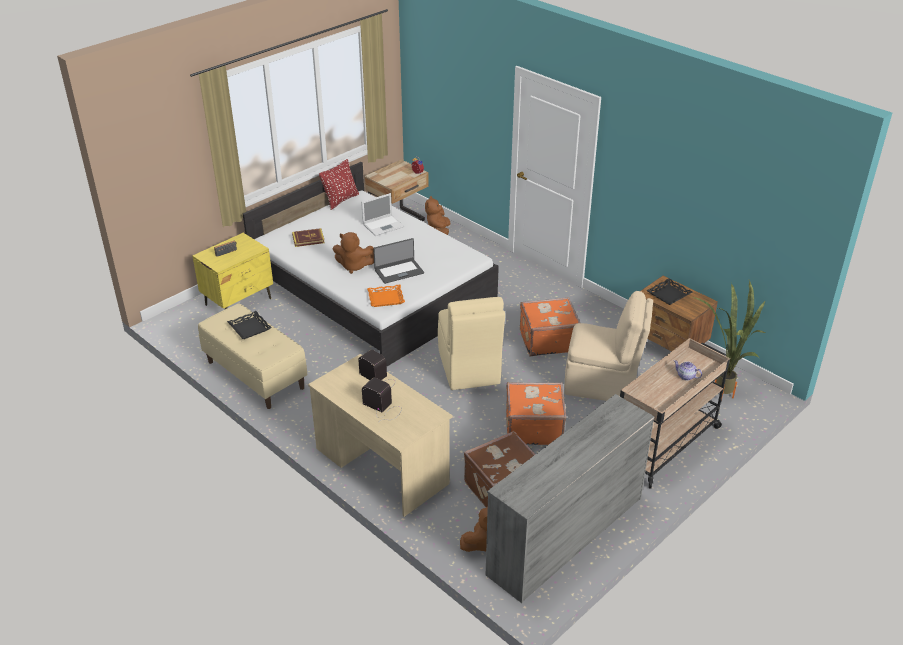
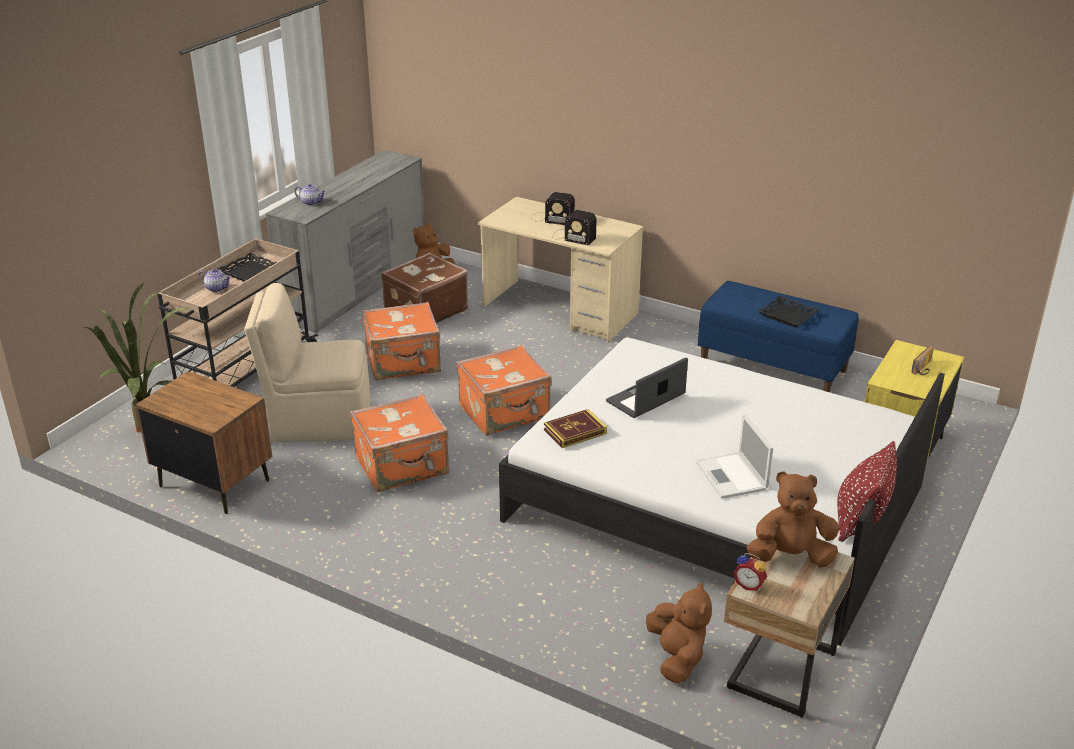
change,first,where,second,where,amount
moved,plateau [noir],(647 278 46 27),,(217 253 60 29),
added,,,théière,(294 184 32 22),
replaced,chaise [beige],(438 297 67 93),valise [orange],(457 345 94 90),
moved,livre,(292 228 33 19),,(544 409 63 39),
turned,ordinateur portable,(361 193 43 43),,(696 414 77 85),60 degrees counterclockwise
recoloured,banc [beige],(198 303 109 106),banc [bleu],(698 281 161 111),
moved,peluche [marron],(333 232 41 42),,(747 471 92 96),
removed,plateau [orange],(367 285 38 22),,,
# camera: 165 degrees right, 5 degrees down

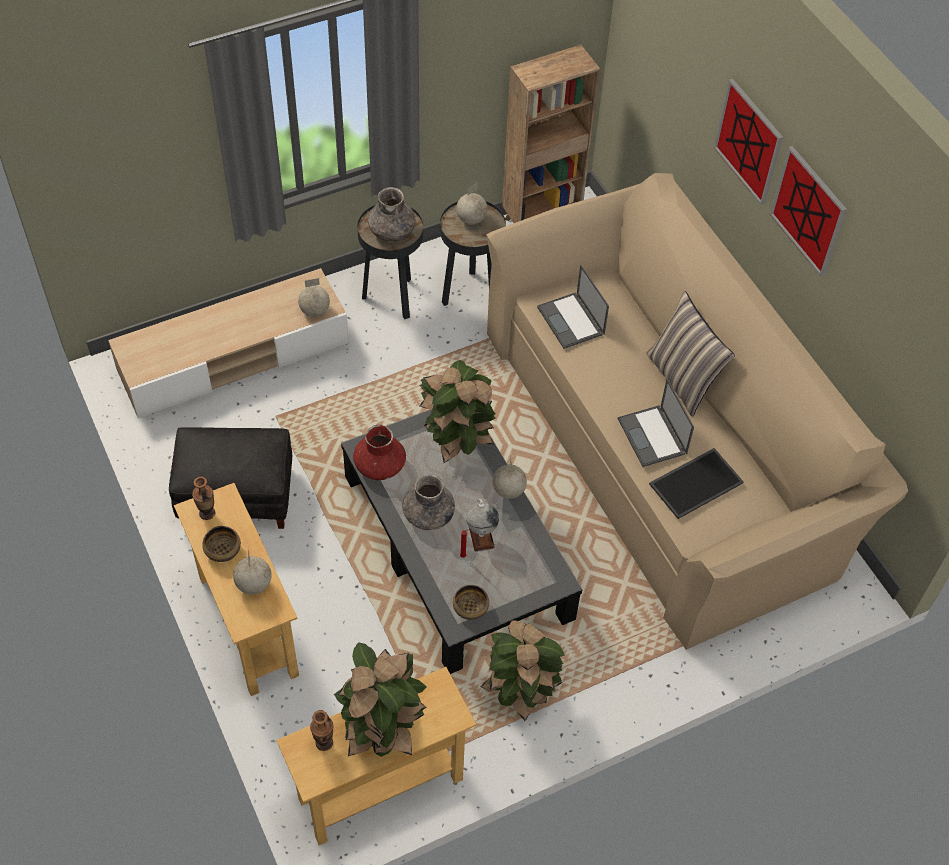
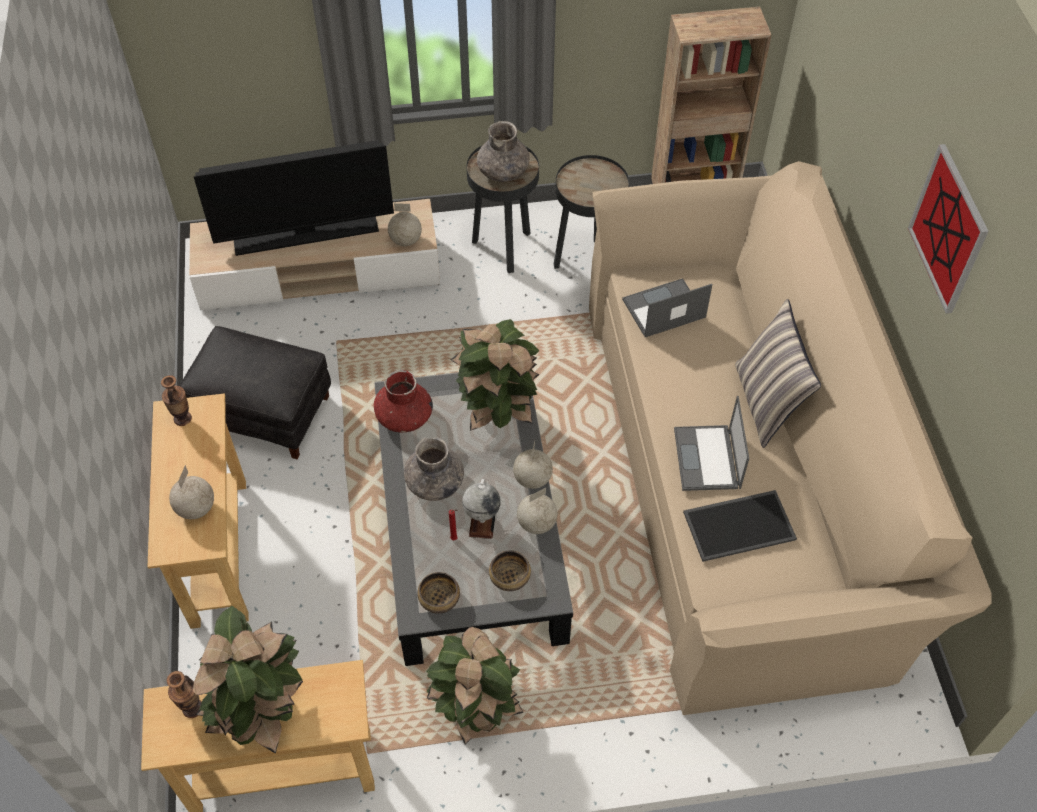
change,first,where,second,where,amount
added,,,téléviseur,(194 140 200 116),
moved,bol,(202 526 39 36),,(489 550 42 41),
moved,globe,(456 181 31 44),,(517 488 40 46),
turned,ordinateur portable,(537 265 72 84),,(622 278 90 59),75 degrees clockwise
removed,tableau,(714 79 69 126),,,
# camera: 20 degrees right, 0 degrees up

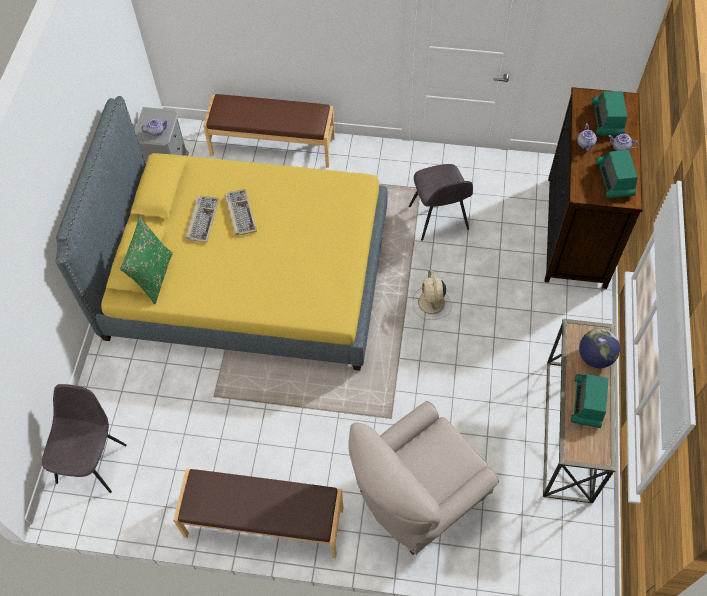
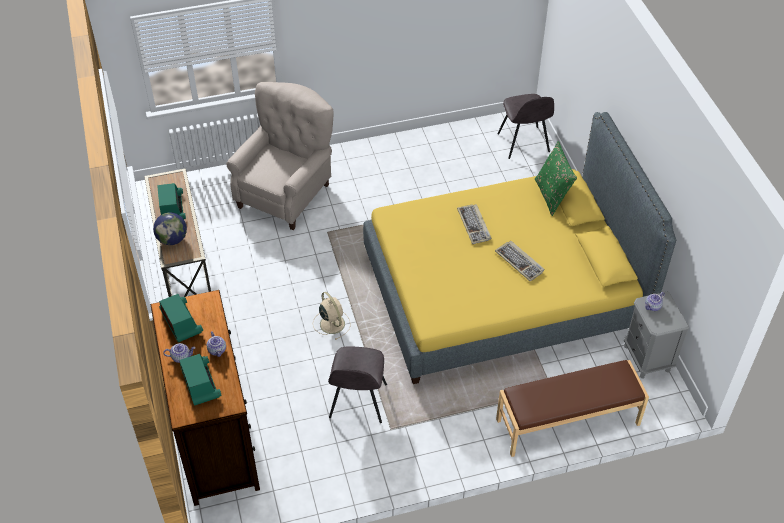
change,first,where,second,where,amount
turned,chaise [gris],(409 164 64 77),,(328 346 59 77),135 degrees counterclockwise
moved,clavier,(186 196 33 47),,(457 204 34 40),
removed,banc [marron],(173 469 170 89),,,
# camera: 155 degrees right, 10 degrees down

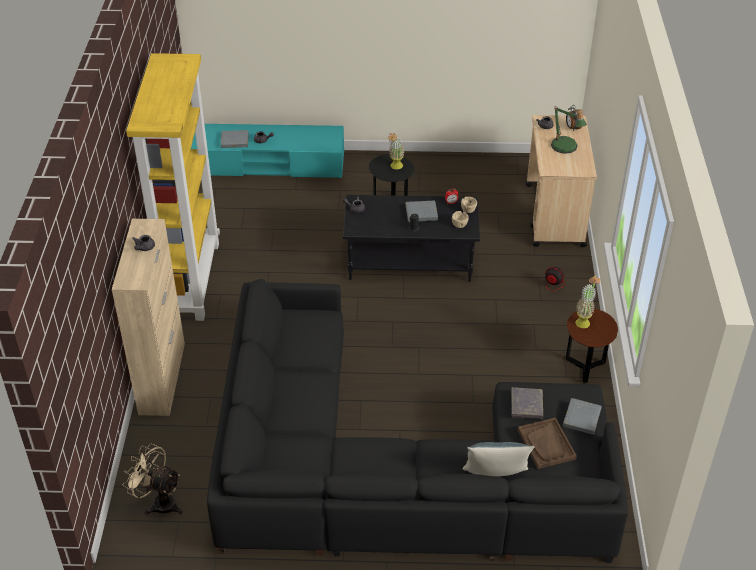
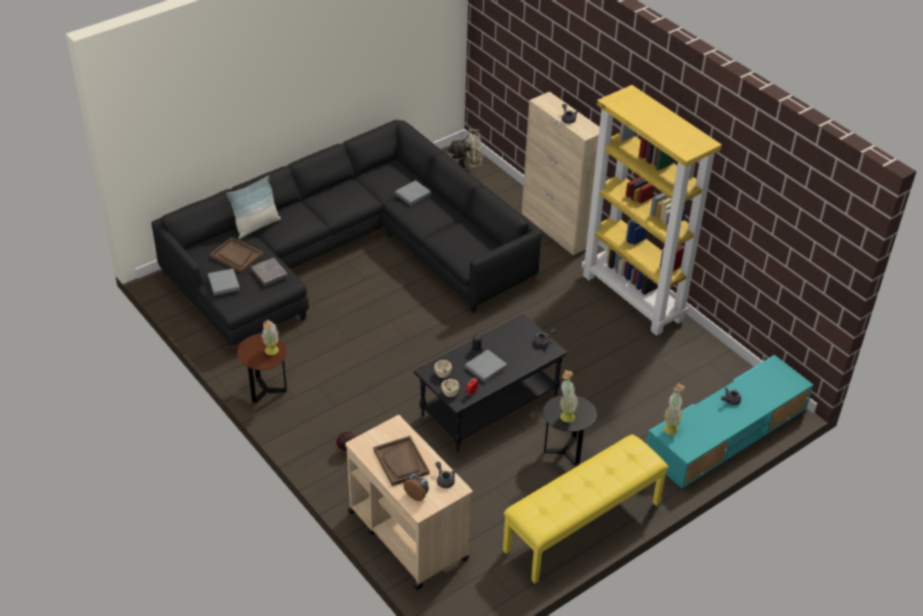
change,first,where,second,where,amount
replaced,lampe de table,(551 106 36 48),plateau [marron],(373 436 57 50),
moved,livre [gris],(221 130 28 18),,(395 180 36 25),
added,,,banc [jaune],(503 435 165 148),
added,,,plante en pot,(664 383 21 52),
# camera: 140 degrees right, 0 degrees up

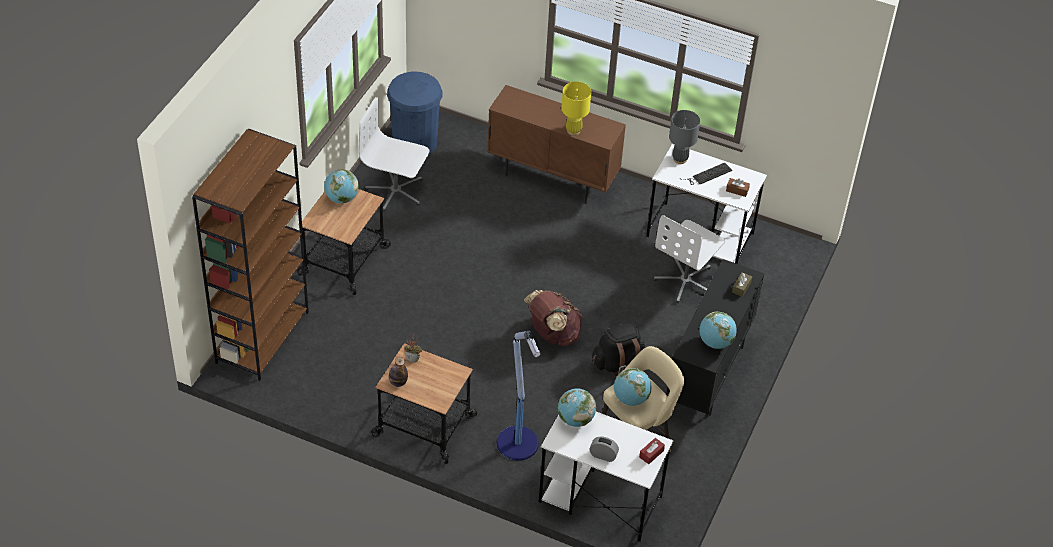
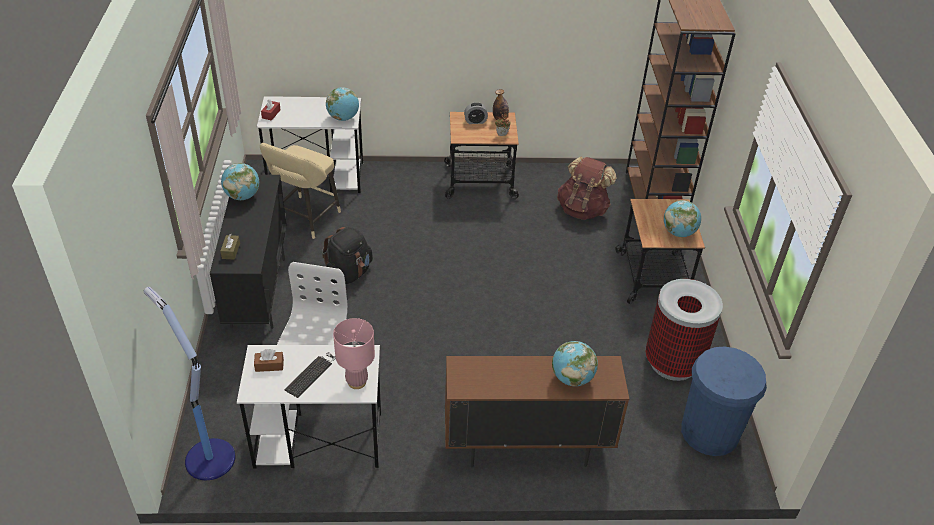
change,first,where,second,where,amount
moved,lampadaire,(496 331 44 130),,(144 287 92 193),
recoloured,lampe de table [gris],(669 110 31 54),lampe de table [rose],(333 318 42 71),
moved,réveil,(590 437 29 25),,(464 102 24 22),
moved,globe,(614 368 37 38),,(552 341 46 45),
moved,sac à dos [marron],(524 290 59 56),,(557 157 60 63),
replaced,chaise de bureau [blanc],(359 97 70 115),poubelle,(646 279 77 102),
removed,lampe de table [jaune],(561 82 30 54),,,
# camera: 155 degrees right, 5 degrees down

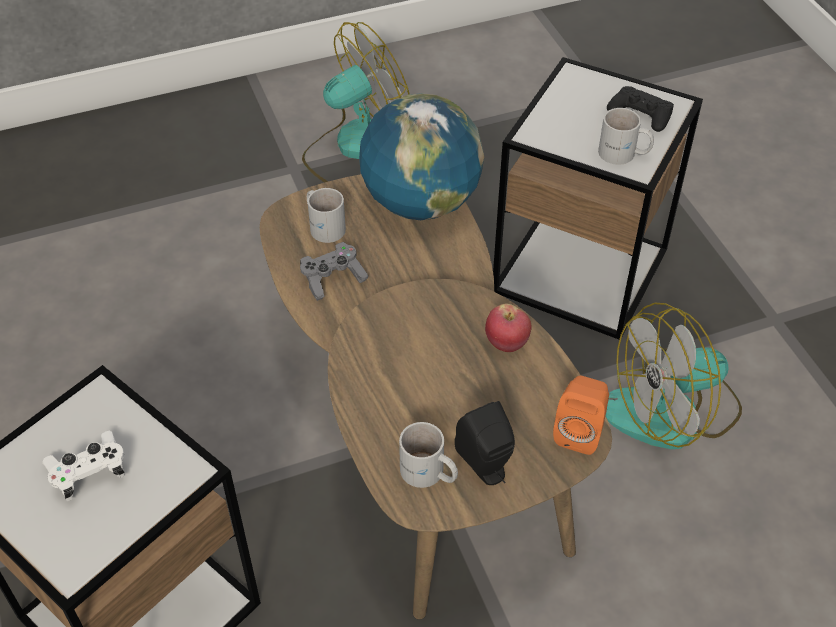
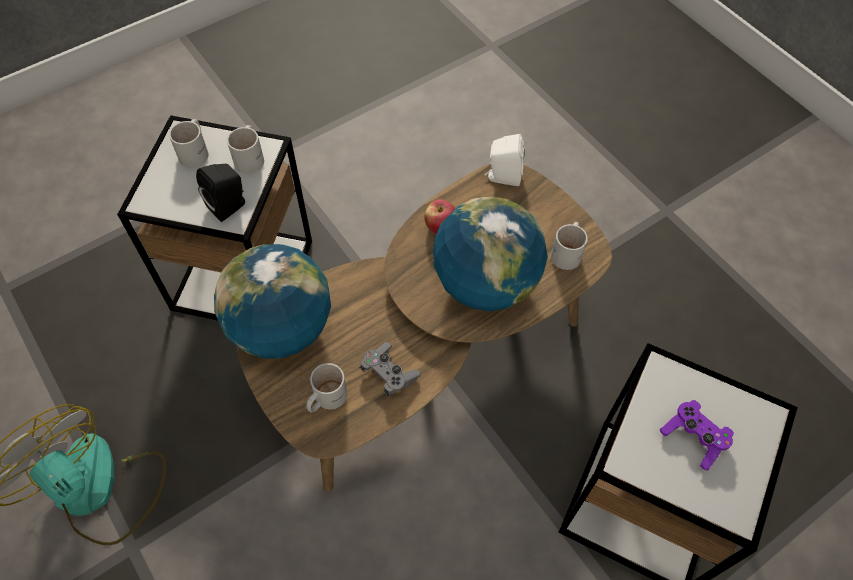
change,first,where,second,where,amount
replaced,manette [noir],(607 86 67 46),mug [blanc],(169 119 40 49),
moved,enceinte [noir],(454 401 61 84),,(196 164 49 58),
added,,,globe,(433 197 115 114),
recoloured,enceinte [orange],(553 376 56 79),enceinte [blanc],(485 134 40 52),
recoloured,manette [blanc],(42 431 83 70),manette [violet],(660 400 74 71),
removed,ventilateur,(606 303 136 146),,,
# camera: 105 degrees left, 10 degrees up

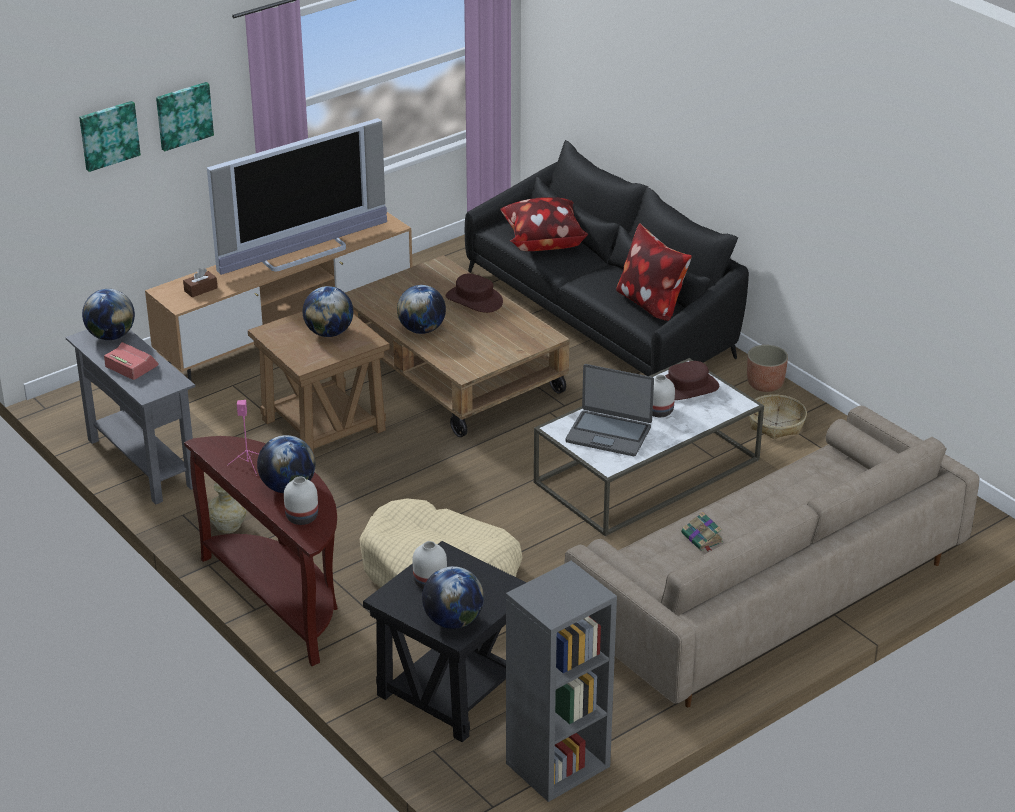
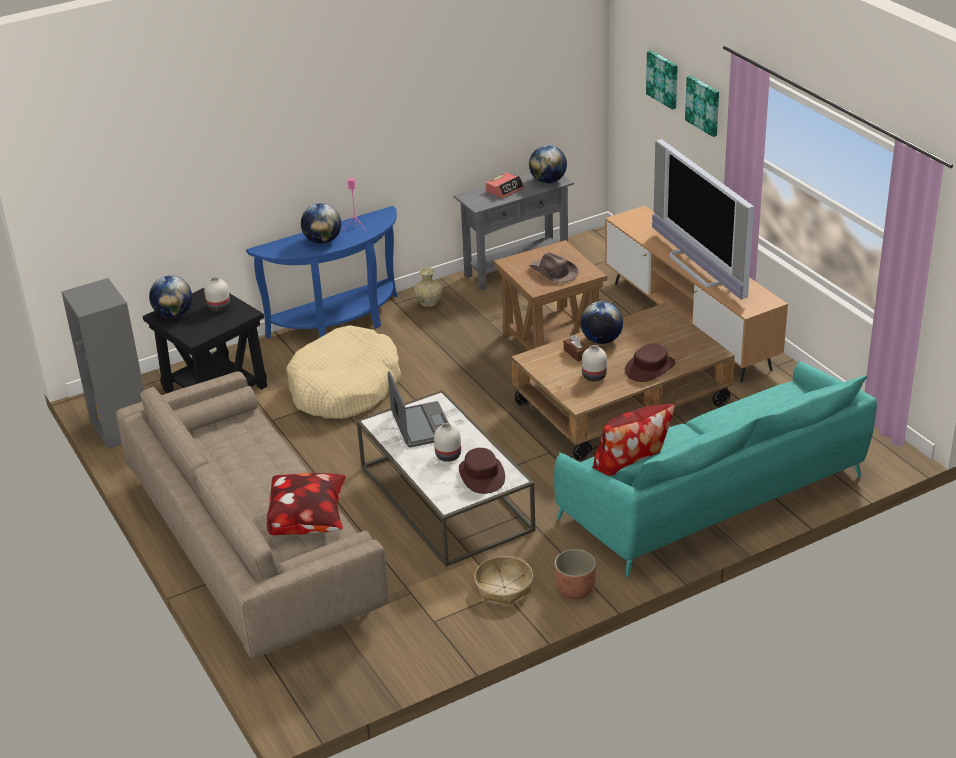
change,first,where,second,where,amount
recoloured,table console [marron],(184 436 154 230),table console [bleu],(246 206 151 133),
moved,coussin,(500 197 88 54),,(267 473 79 62),
turned,ordinateur portable,(565 364 89 92),,(388 371 61 77),135 degrees clockwise
replaced,globe,(303 286 50 51),chapeau [marron],(529 252 49 31),
recoloured,canapé [noir],(465 140 284 236),canapé [turquoise],(554 360 323 217),
moved,boîte à mouchoirs [marron],(183 268 35 29),,(564 335 25 27),
moved,vase [blanc],(284 476 34 49),,(582 345 25 37),
removed,livre,(681 511 42 41),,,
# camera: 100 degrees right, 0 degrees up

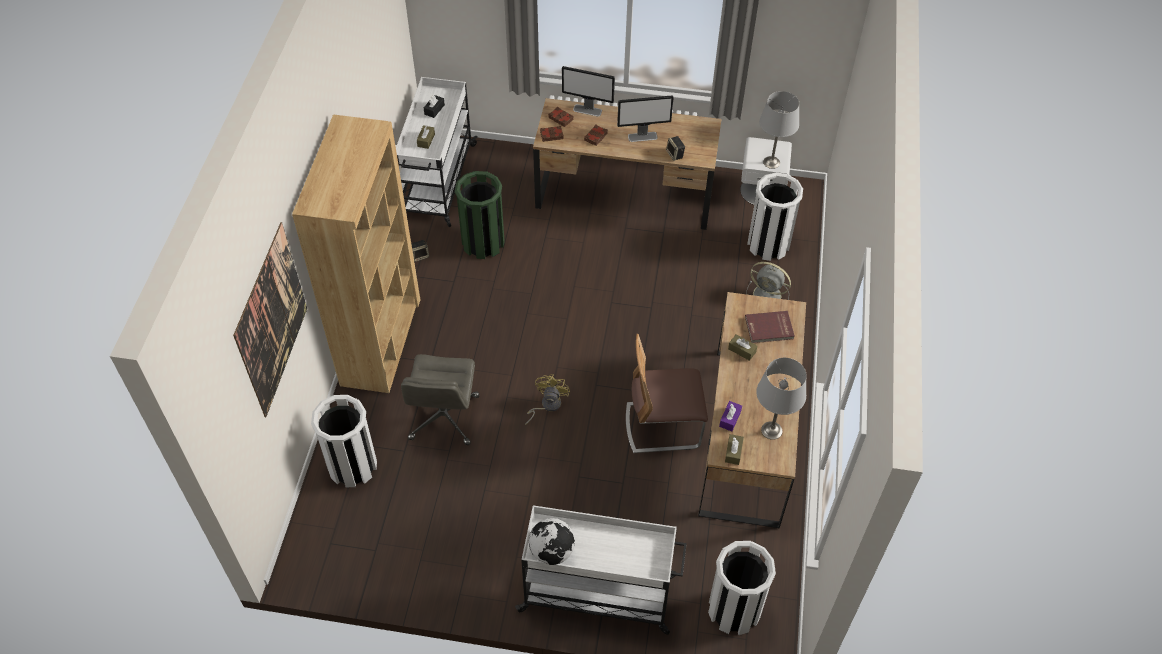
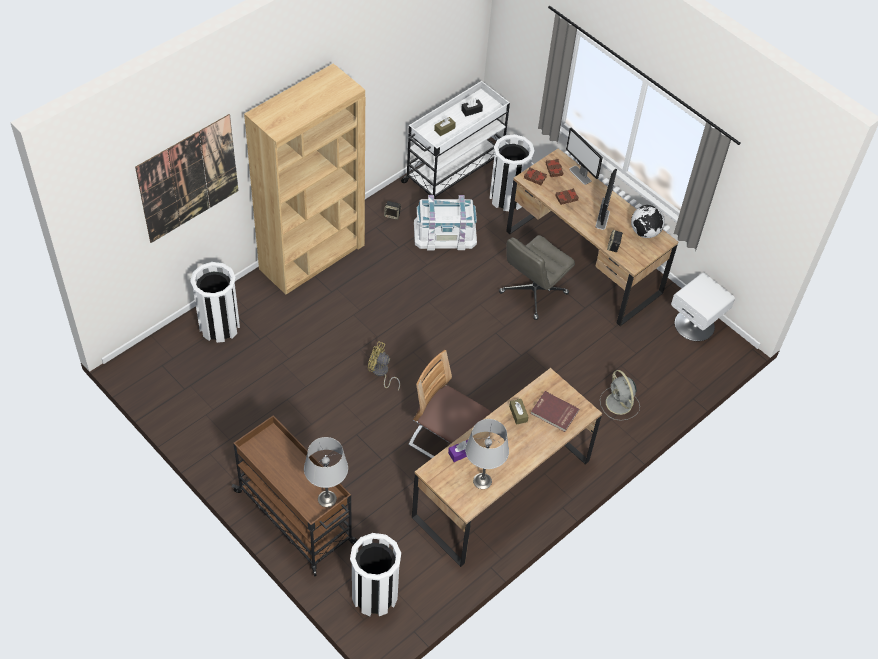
change,first,where,second,where,amount
recoloured,chariot [blanc],(515 505 172 130),chariot [marron],(232 415 126 161),
moved,lampe de table [gris],(759 91 40 78),,(304 437 44 70),
turned,ventilateur [jaune],(525 374 45 51),,(368 341 32 49),120 degrees counterclockwise
replaced,poubelle [vert],(455 171 50 88),boîte de rangement [blanc],(414 195 63 55),
moved,poubelle [blanc],(747 173 56 88),,(490 134 45 77),
moved,chaise de bureau [gris],(401 354 78 91),,(499 235 76 85),
turned,écran d'ordinateur,(617 95 57 47),,(595 169 22 61),105 degrees counterclockwise
moved,globe,(529 518 46 47),,(631 205 34 33),
removed,boîte à mouchoirs [marron],(725 434 19 31),,,
# camera: 35 degrees right, 0 degrees up

